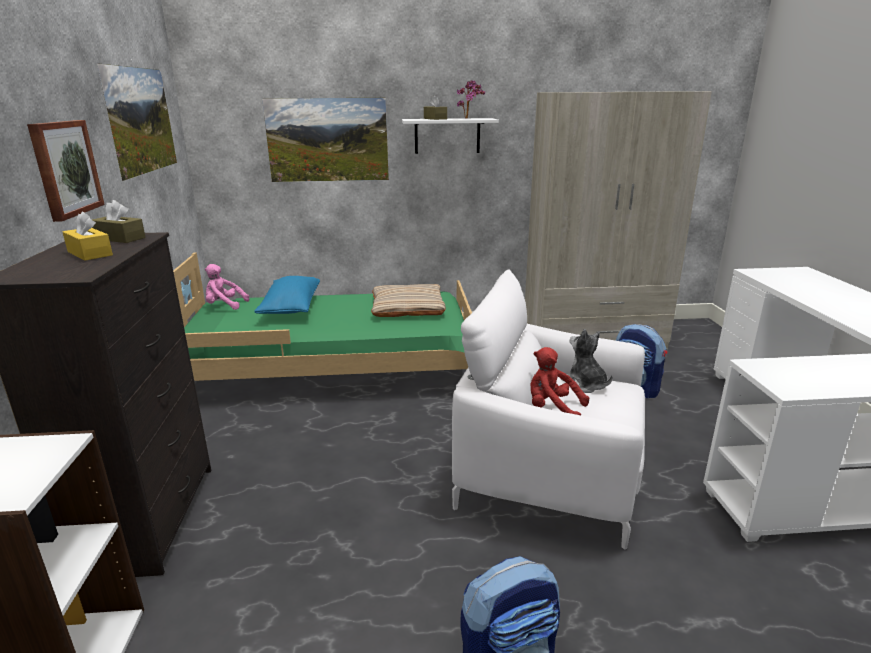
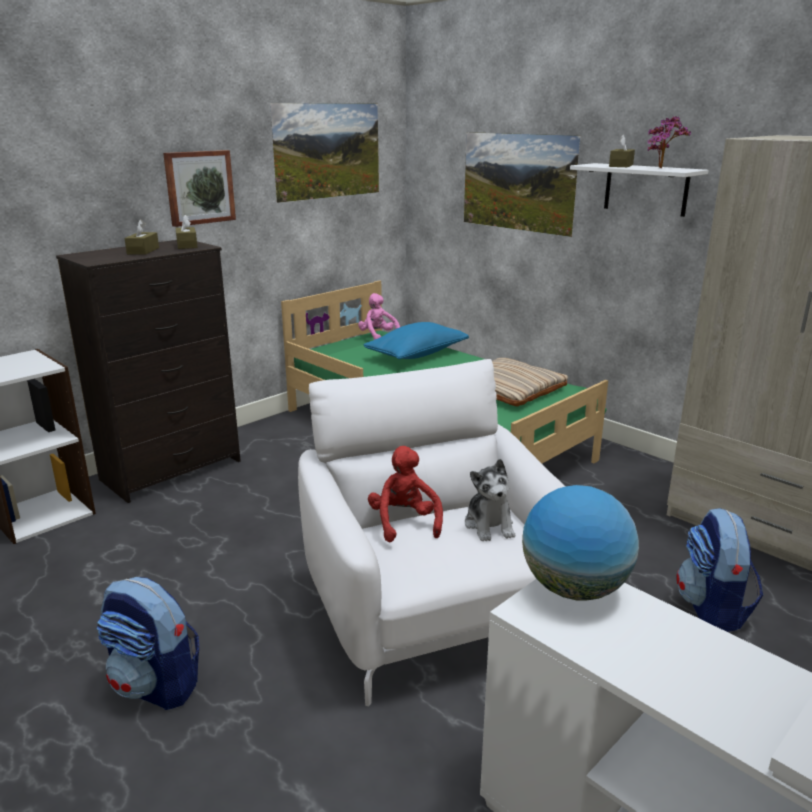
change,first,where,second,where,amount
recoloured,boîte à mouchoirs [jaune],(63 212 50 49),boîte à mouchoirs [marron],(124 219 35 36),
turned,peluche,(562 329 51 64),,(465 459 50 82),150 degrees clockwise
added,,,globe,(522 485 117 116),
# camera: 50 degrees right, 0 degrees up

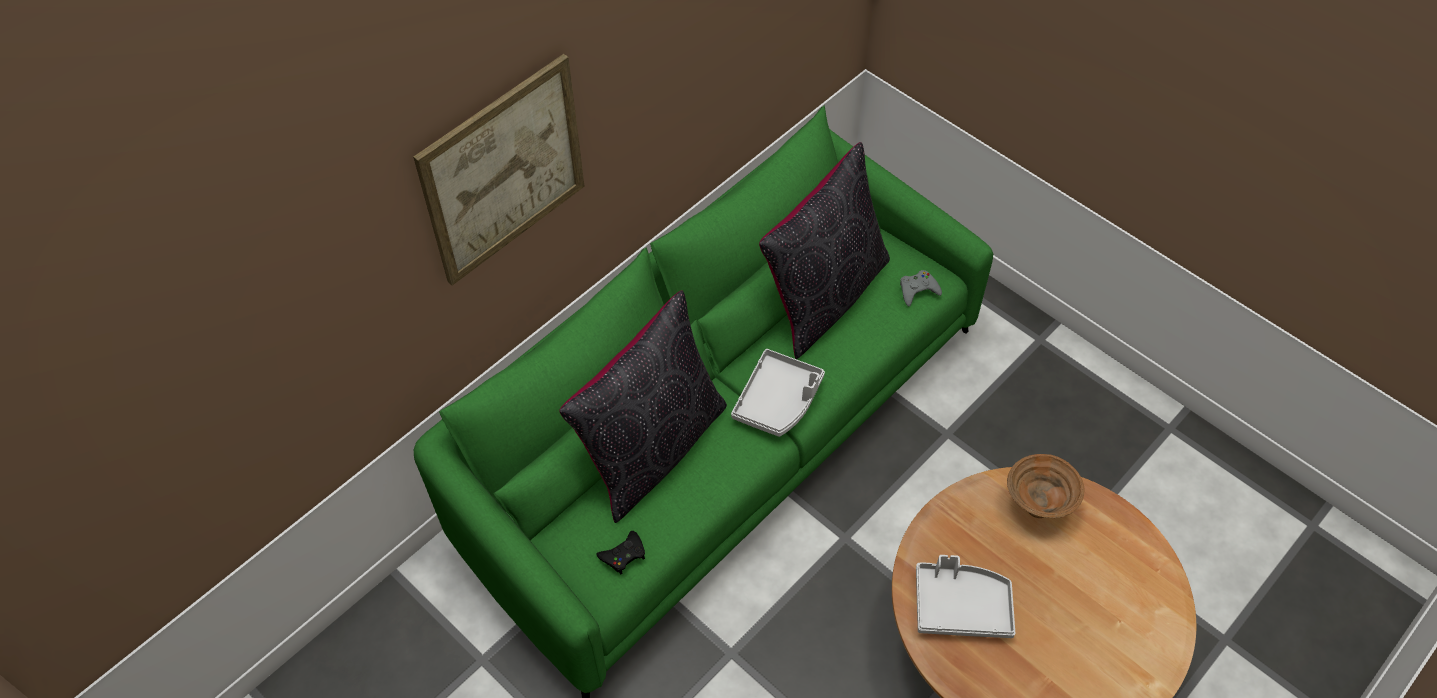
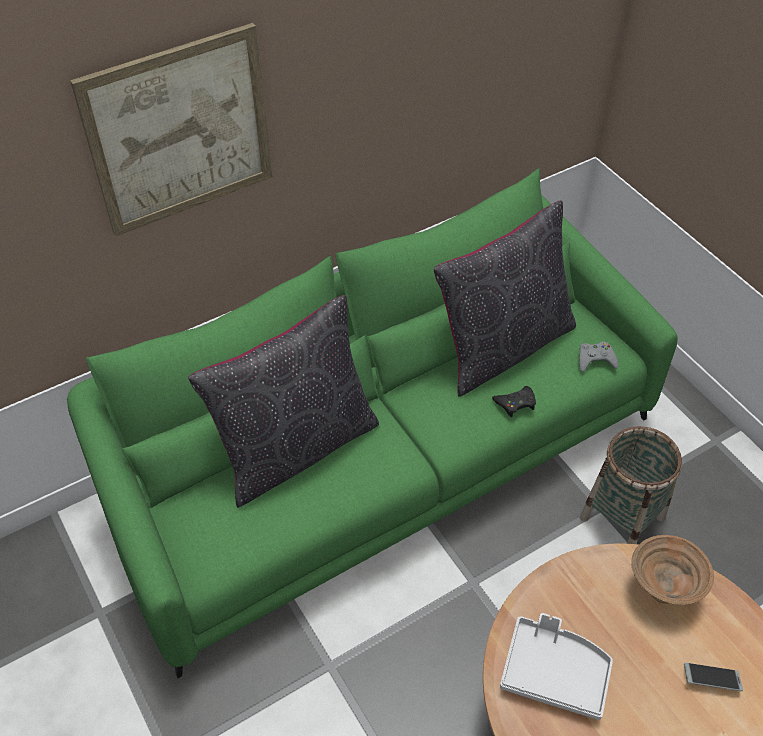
change,first,where,second,where,amount
moved,manette [noir],(597 531 48 43),,(492 386 44 31),
added,,,panier,(580 426 102 118),
added,,,téléphone,(684 663 59 28),
removed,plateau [gris],(731 349 94 88),,,
# camera: 15 degrees right, 5 degrees down

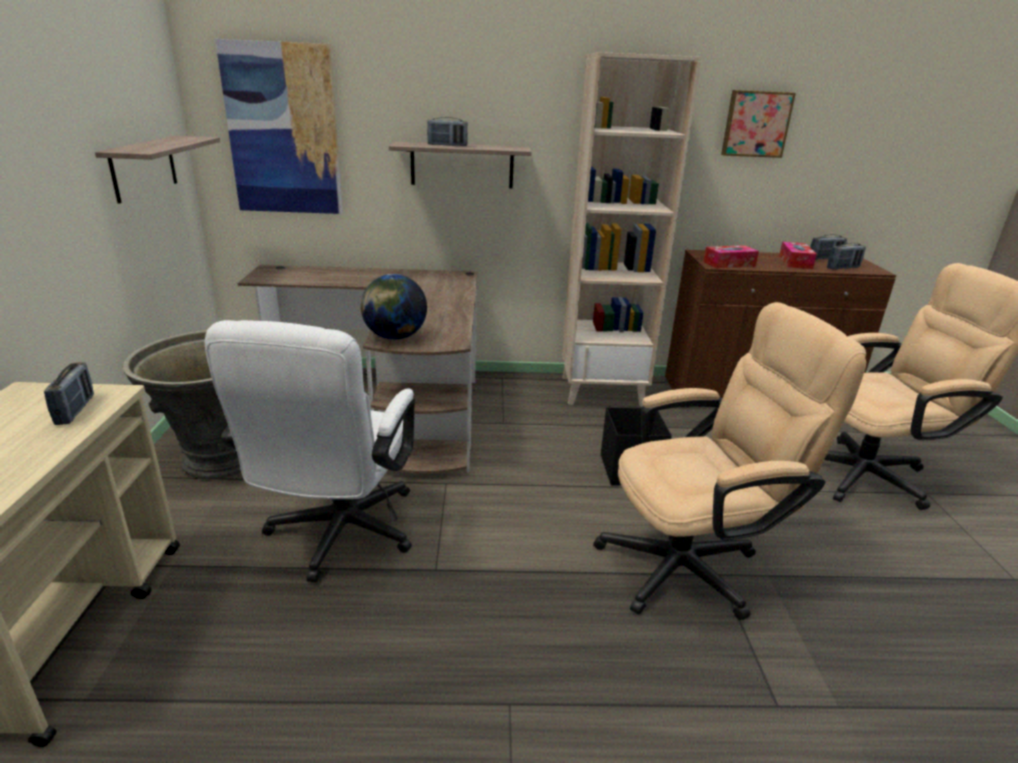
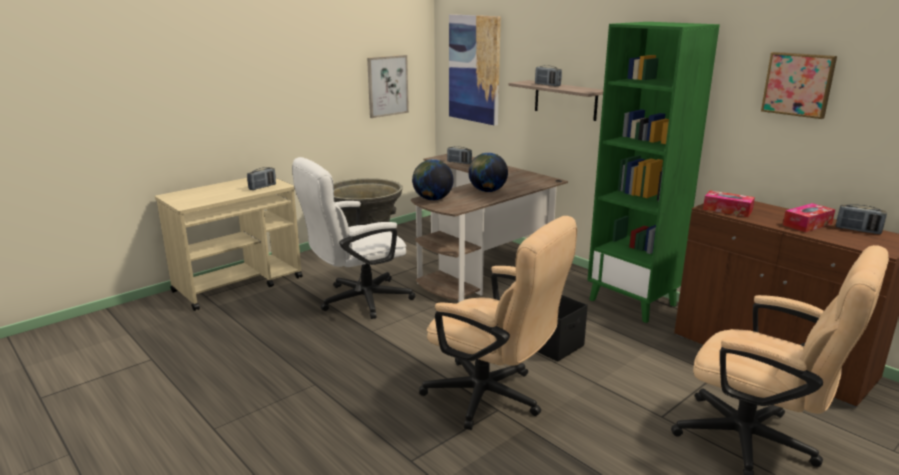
change,first,where,second,where,amount
replaced,étagère,(95 136 125 68),tableau,(367 55 42 63),
moved,radio,(827 242 39 28),,(447 146 25 18),
added,,,globe,(468 153 40 39),
recoloured,bibliothèque [beige],(562 52 140 355),bibliothèque [vert],(587 22 133 301),
# camera: 50 degrees right, 5 degrees down

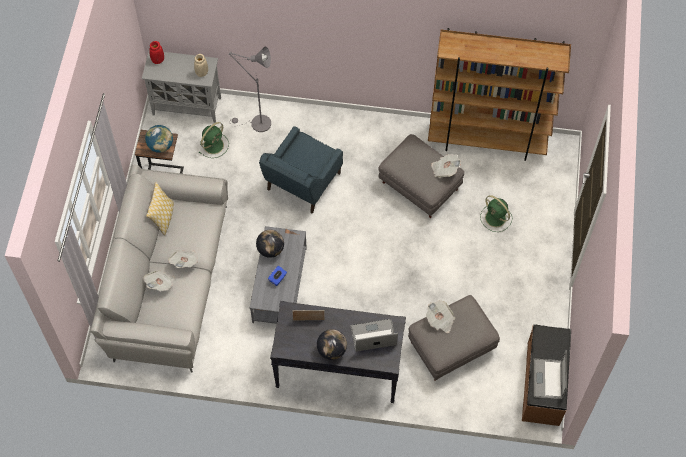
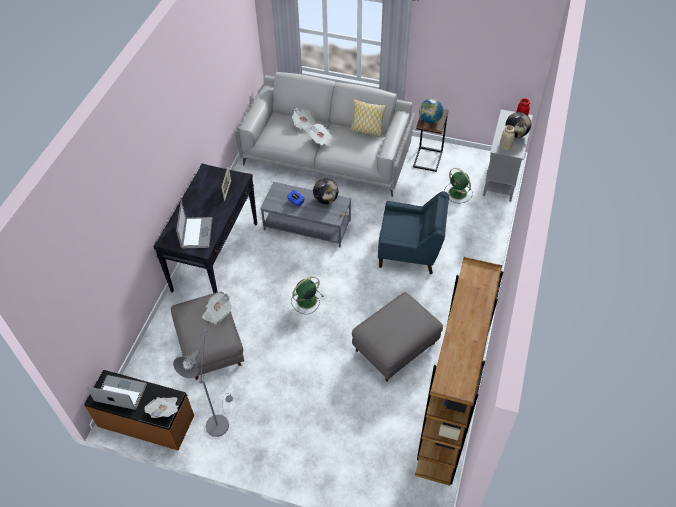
change,first,where,second,where,amount
moved,journal,(431 154 30 23),,(144 397 34 21),
moved,lampadaire [gris],(229 47 42 85),,(173 329 60 108),
moved,ventilateur [vert],(480 195 32 37),,(291 276 33 38),
turned,fauteuil [bleu],(259 126 84 87),,(378 191 72 83),150 degrees clockwise
moved,globe,(317 329 30 31),,(505 112 26 26),
# camera: 100 degrees right, 10 degrees down

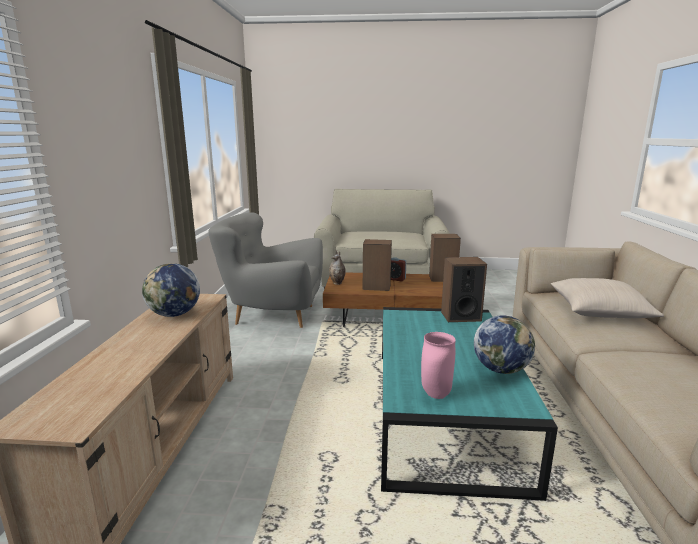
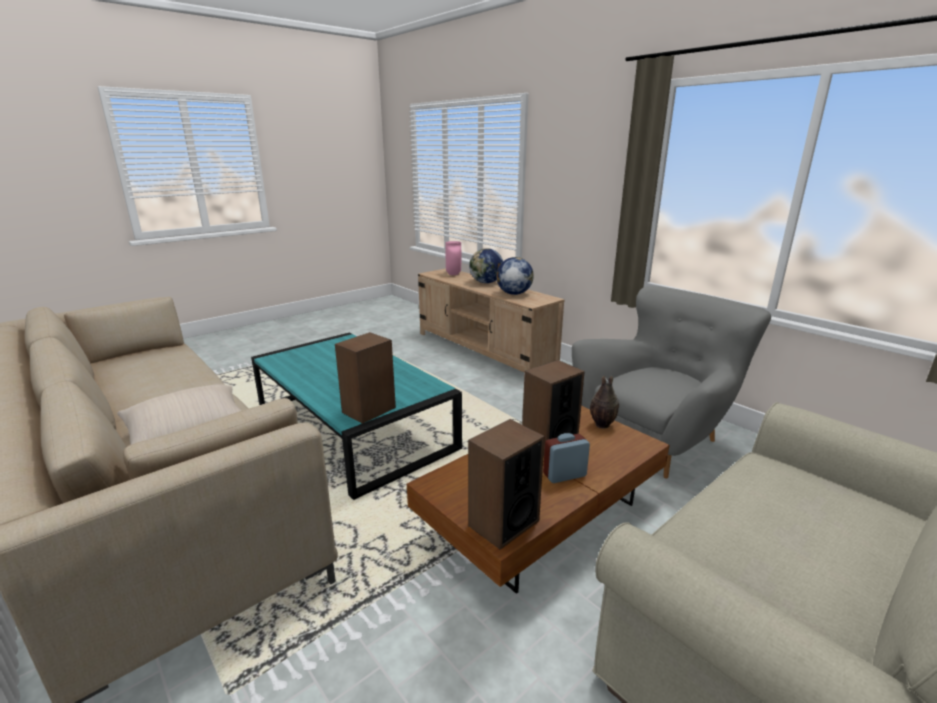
change,first,where,second,where,amount
moved,vase [rose],(421 332 35 67),,(445 241 16 34),
moved,globe,(474 315 61 59),,(469 248 34 35),
# camera: 135 degrees right, 5 degrees up

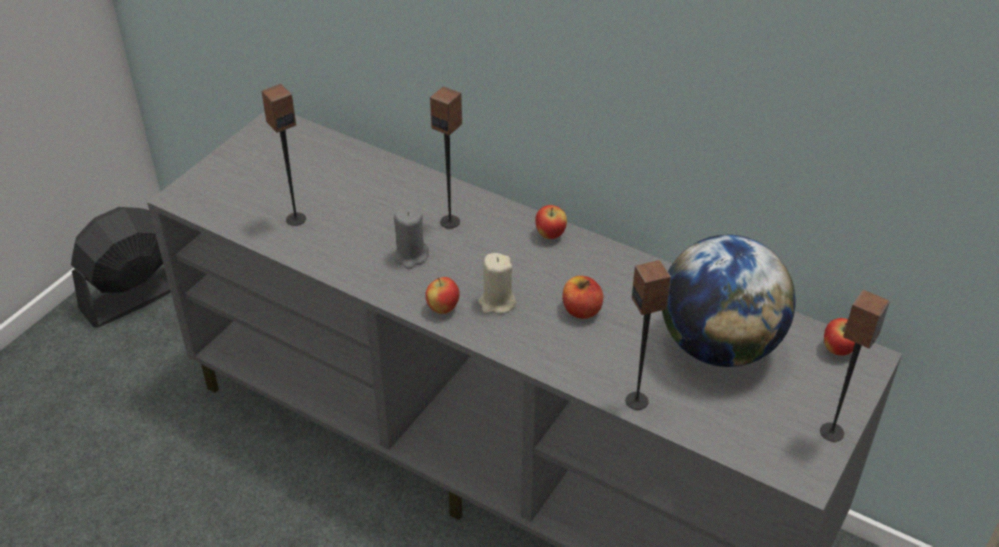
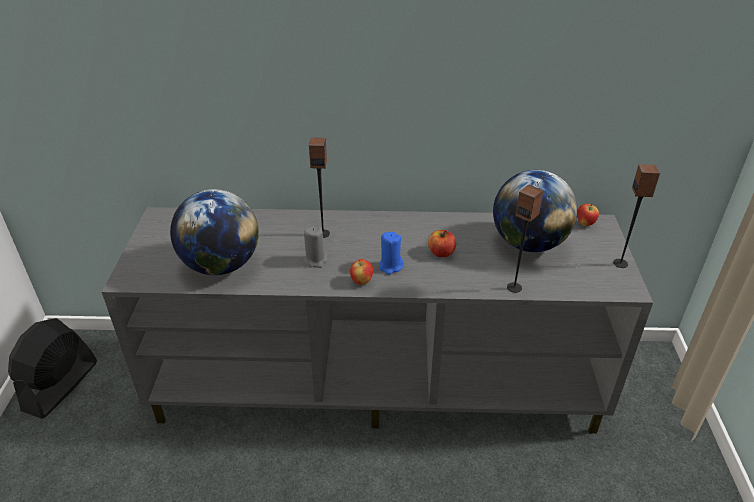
change,first,where,second,where,amount
replaced,enceinte,(261 84 45 142),globe,(170 189 89 86),
recoloured,bougie [beige],(479 253 37 61),bougie [bleu],(379 232 25 43),
removed,pomme,(535 205 32 34),,,
# camera: 30 degrees left, 5 degrees down

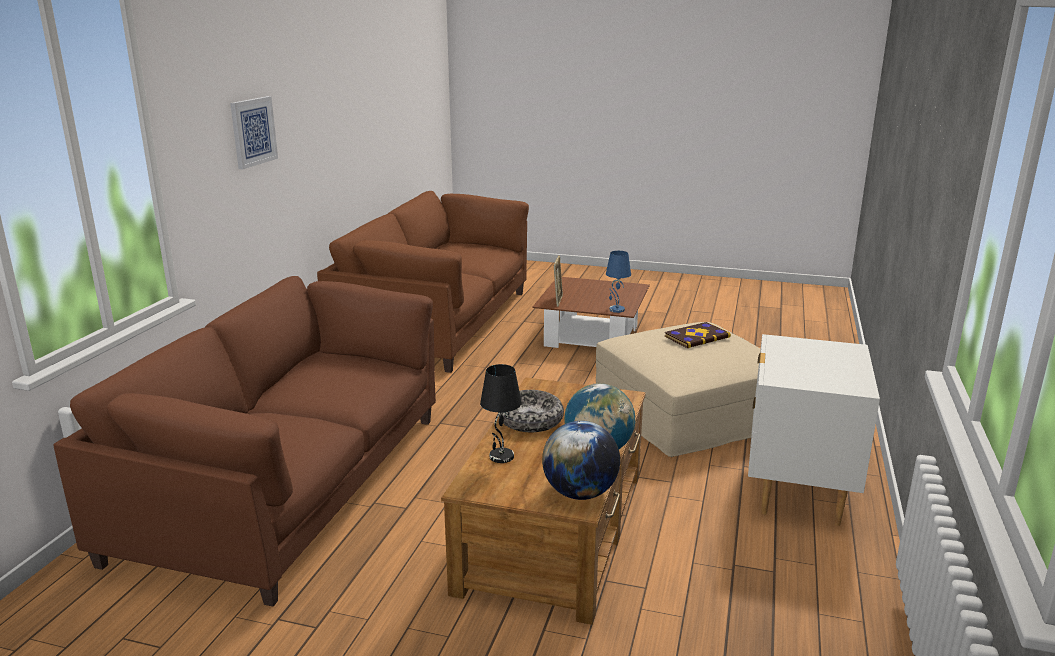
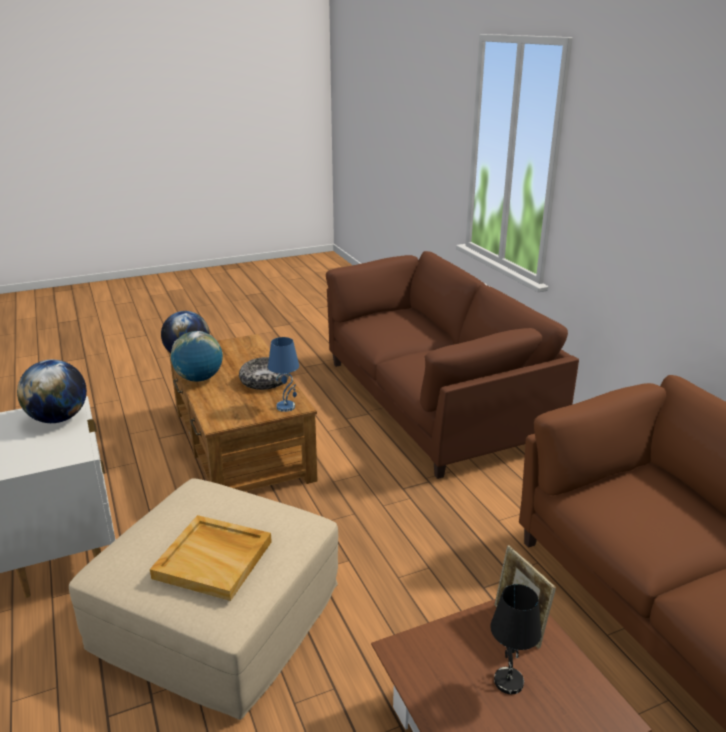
change,first,where,second,where,amount
added,,,globe,(17 360 70 63),
replaced,livre,(664 322 67 26),plateau [beige],(150 515 122 86),
moved,lampe de table [bleu],(606 251 25 62),,(268 337 31 75),
moved,lampe de table [noir],(480 364 42 99),,(490 584 52 110),
removed,tableau,(230 96 48 73),,,
# camera: 140 degrees right, 5 degrees up

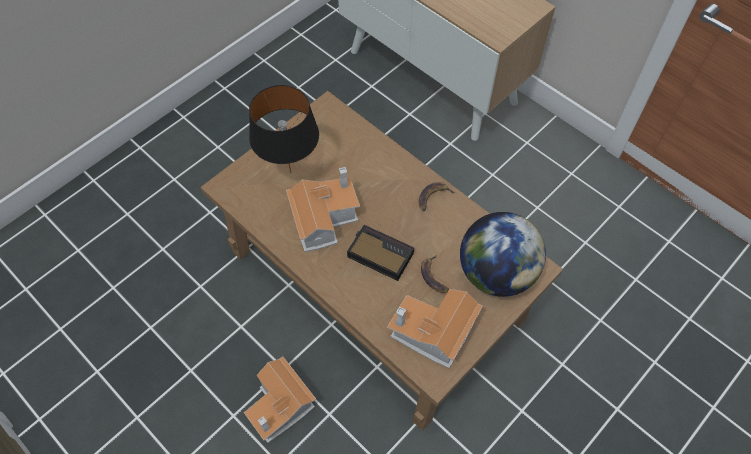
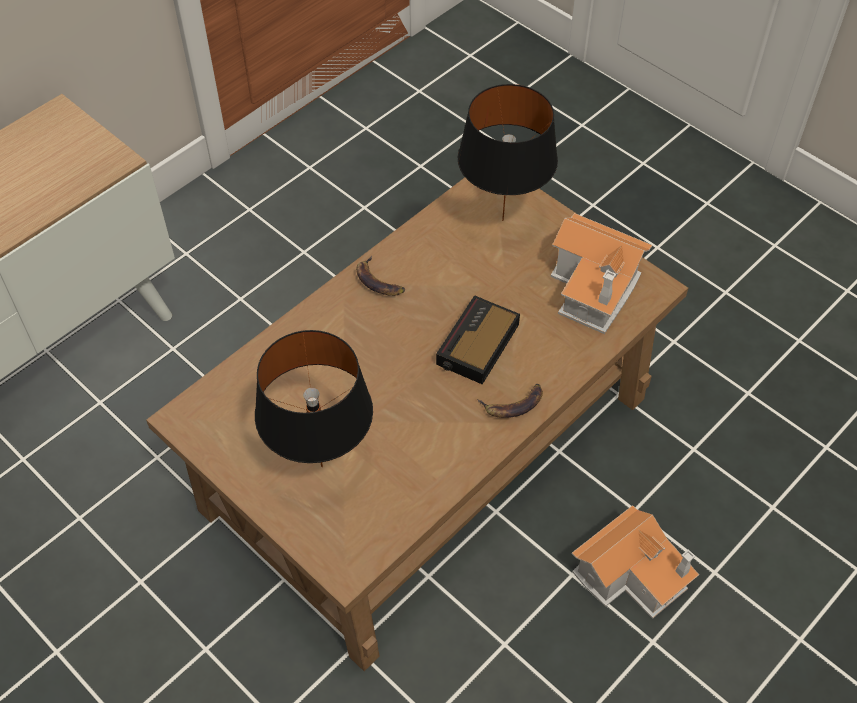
change,first,where,second,where,amount
replaced,globe,(460 212 86 85),lampe de table [noir],(458 84 100 137),
moved,banane,(421 255 28 38),,(477 384 66 34),
removed,maison miniature,(286 167 74 85),,,
# camera: 90 degrees left, 5 degrees down

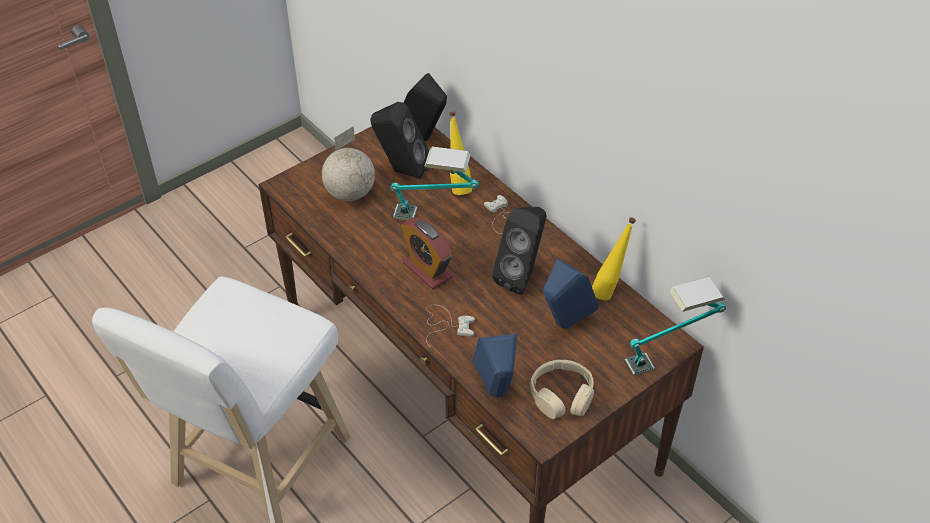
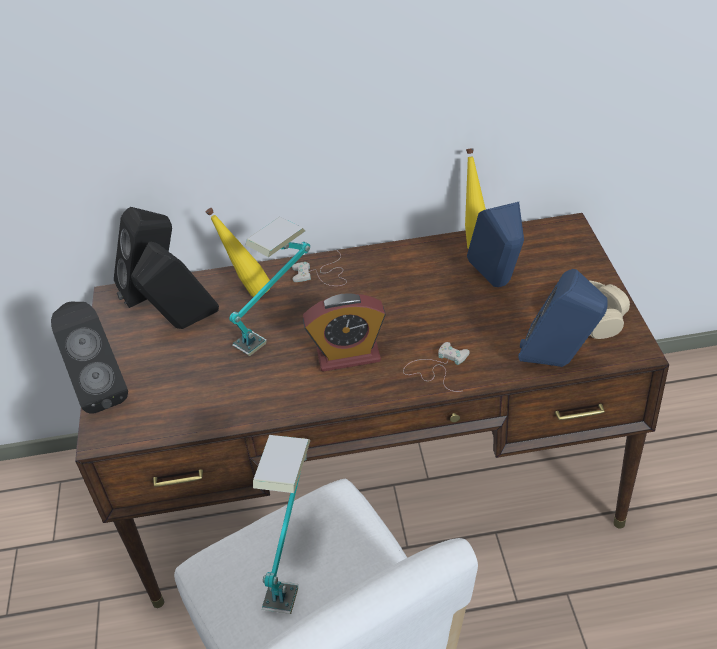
change,first,where,second,where,amount
moved,enceinte [noir],(492 207 55 88),,(51 302 77 112),
moved,lampe de table,(625 276 101 100),,(253 435 57 179),
removed,globe,(322 126 53 75),,,
# camera: 55 degrees left, 5 degrees down

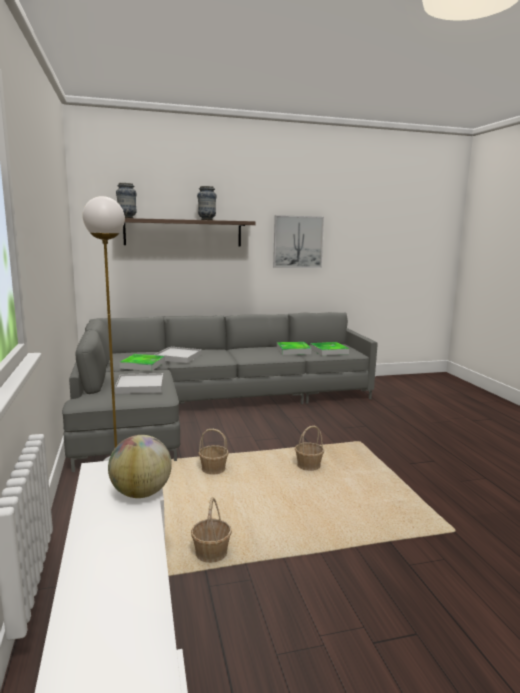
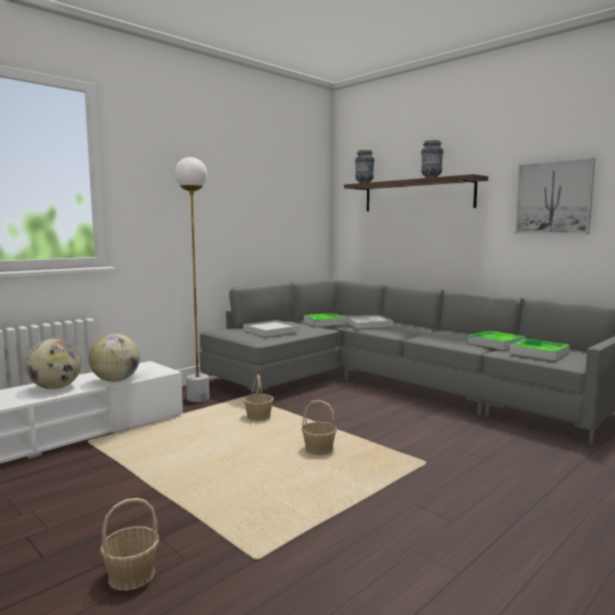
change,first,where,second,where,amount
added,,,globe,(26 339 56 50),
moved,panier,(191 497 41 66),,(100 498 59 93),
# camera: 60 degrees right, 5 degrees down

